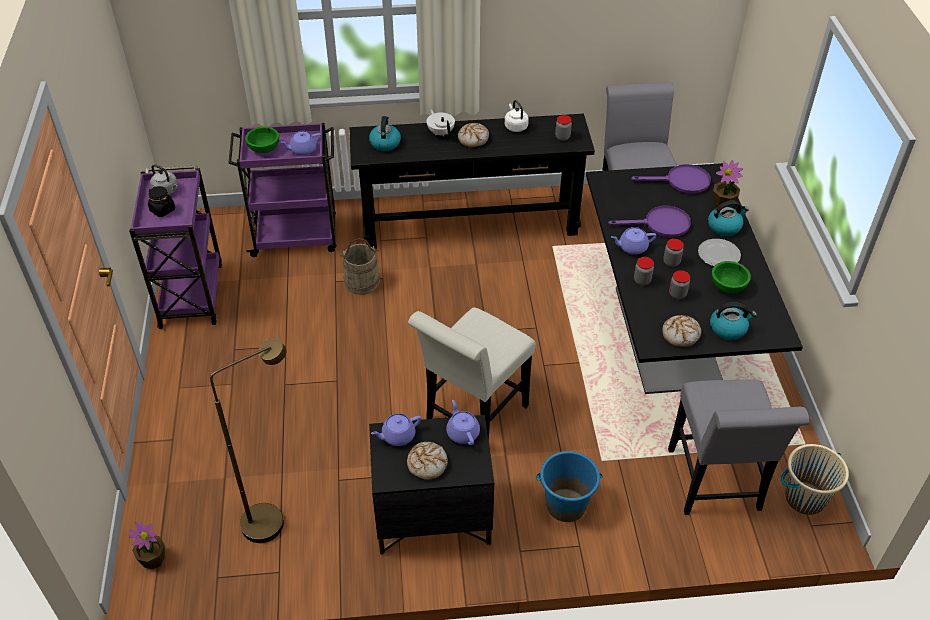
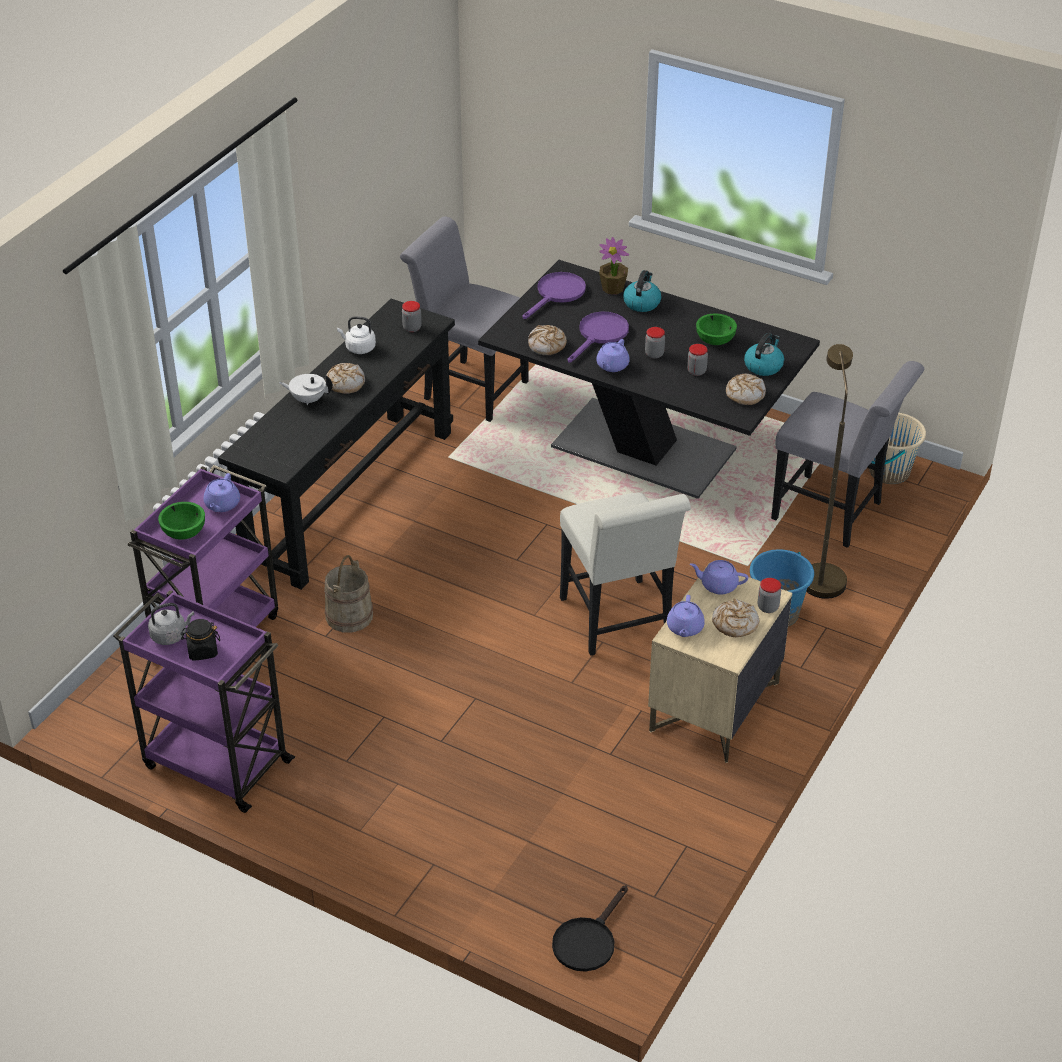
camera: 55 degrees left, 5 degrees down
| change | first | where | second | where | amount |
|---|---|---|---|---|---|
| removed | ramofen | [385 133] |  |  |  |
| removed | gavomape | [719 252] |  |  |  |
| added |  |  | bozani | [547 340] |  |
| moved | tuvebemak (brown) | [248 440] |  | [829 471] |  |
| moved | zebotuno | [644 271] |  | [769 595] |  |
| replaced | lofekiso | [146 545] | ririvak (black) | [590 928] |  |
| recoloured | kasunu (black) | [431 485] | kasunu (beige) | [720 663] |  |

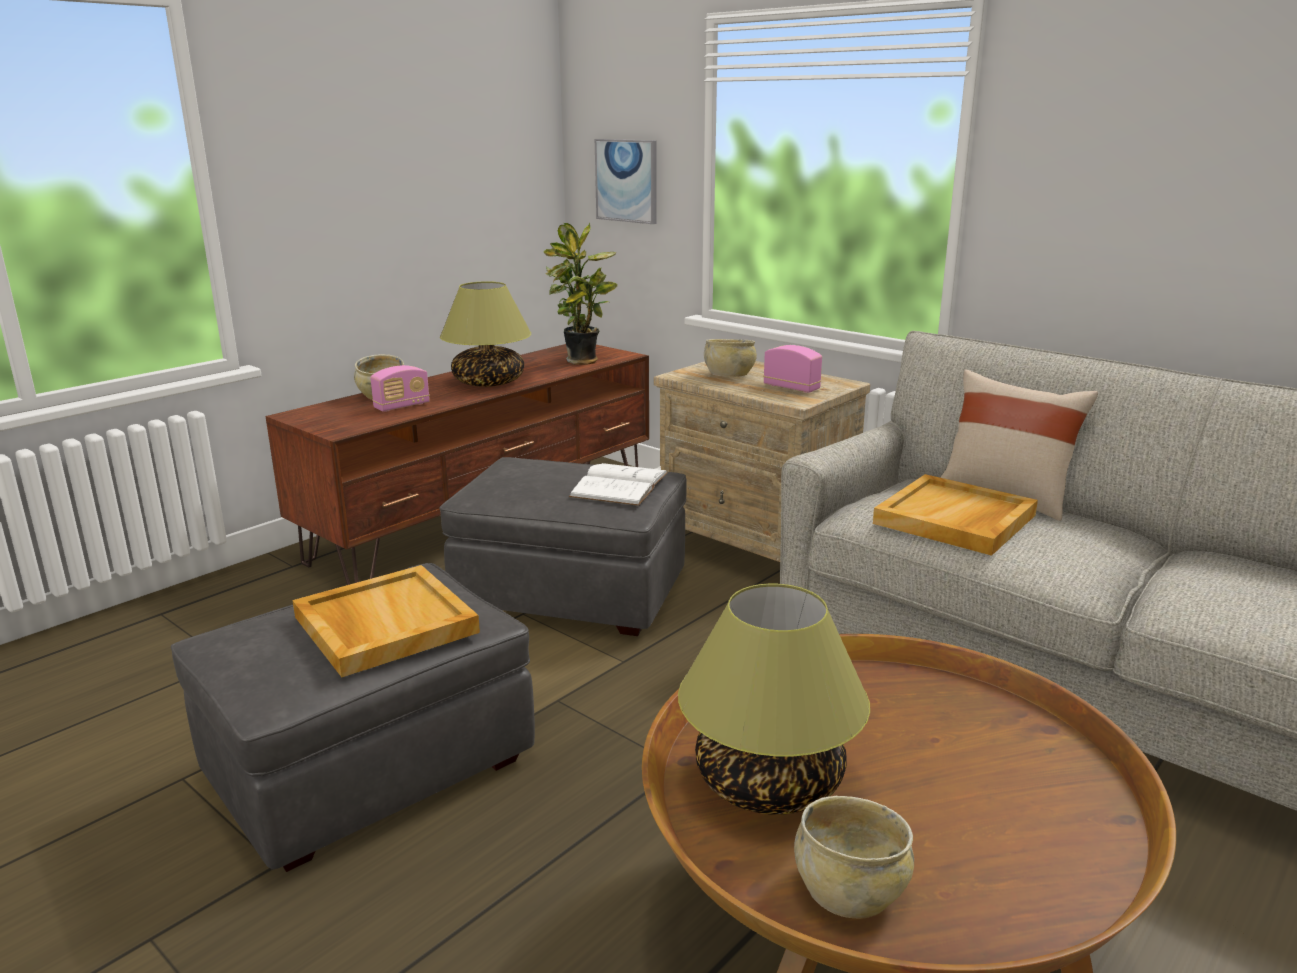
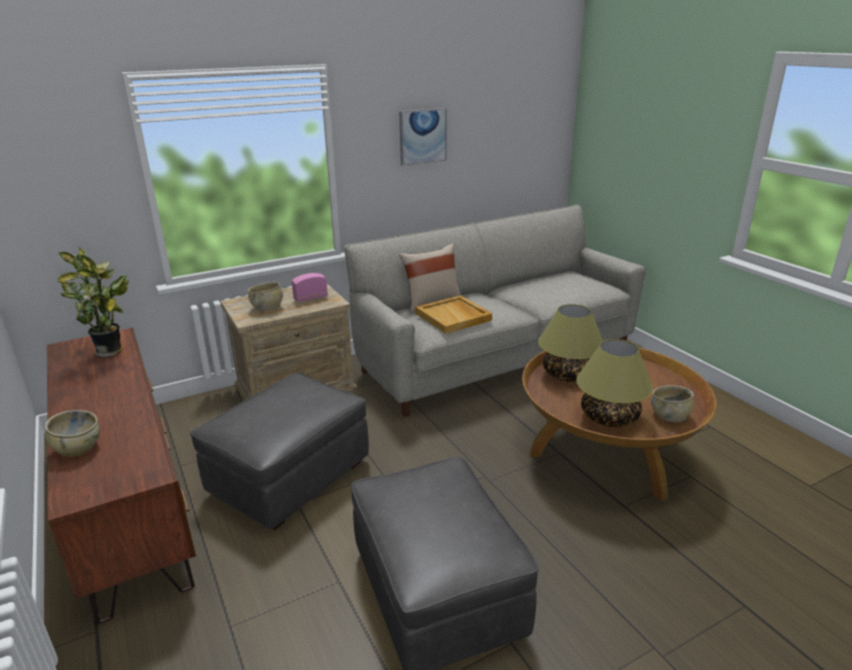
camera: 70 degrees left, 5 degrees up
| change | first | where | second | where | amount |
|---|---|---|---|---|---|
| removed | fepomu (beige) | [386 621] |  |  |  |
| removed | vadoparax | [400 388] |  |  |  |
| removed | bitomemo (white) | [618 484] |  |  |  |
| moved | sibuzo | [485 334] |  | [570 343] |  |
| moved | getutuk | [626 181] |  | [423 137] |  |

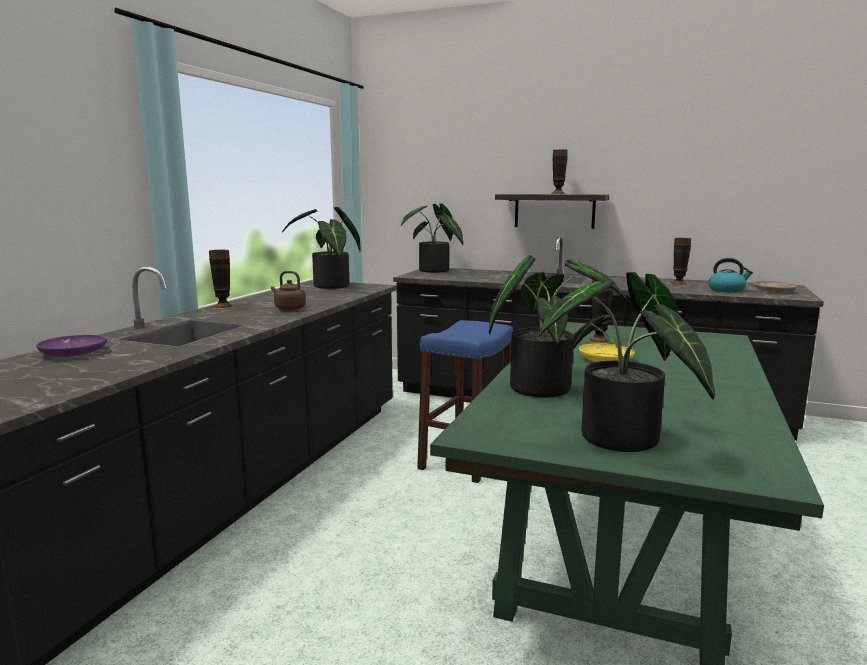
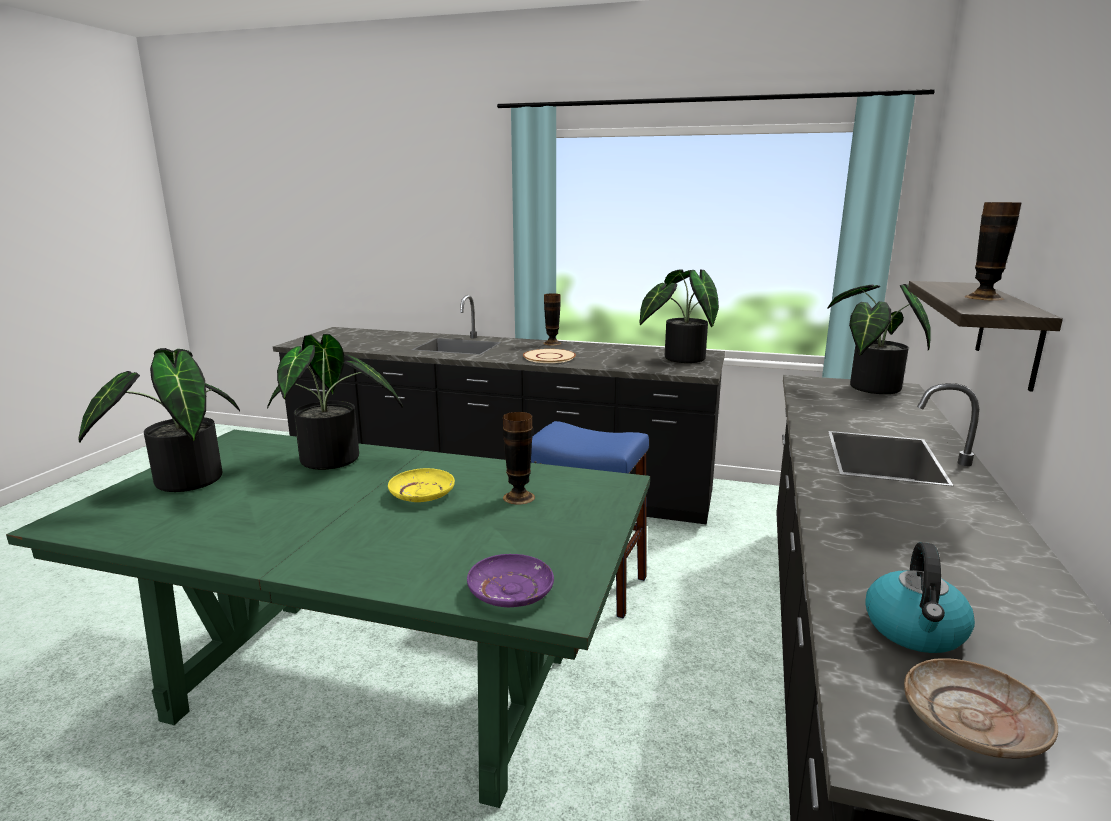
camera: 85 degrees right, 5 degrees up
| change | first | where | second | where | amount |
|---|---|---|---|---|---|
| removed | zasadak | [680 262] |  |  |  |
| moved | gavomape (purple) | [71 346] |  | [510 580] |  |
| replaced | ramofen (brown) | [288 290] | gavomape (beige) | [549 356] |  |

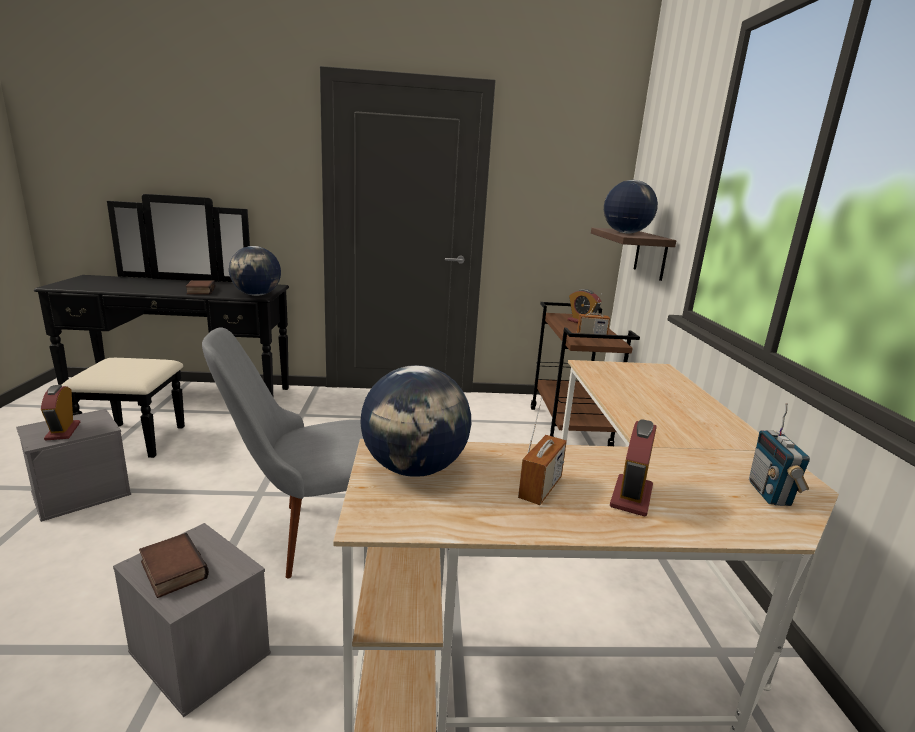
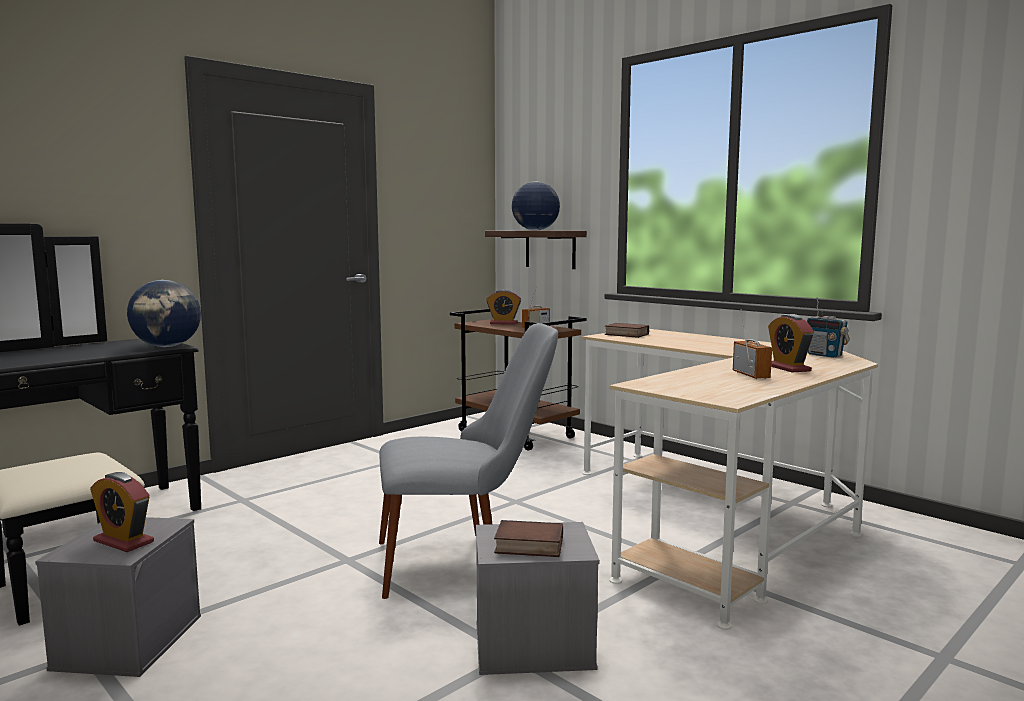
camera: 40 degrees left, 10 degrees down
| change | first | where | second | where | amount |
|---|---|---|---|---|---|
| removed | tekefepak | [415 421] |  |  |  |
| moved | bitomemo | [200 287] |  | [626 330] |  |
| turned | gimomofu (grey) | [282 452] |  | [468 461] | 135 degrees counterclockwise |

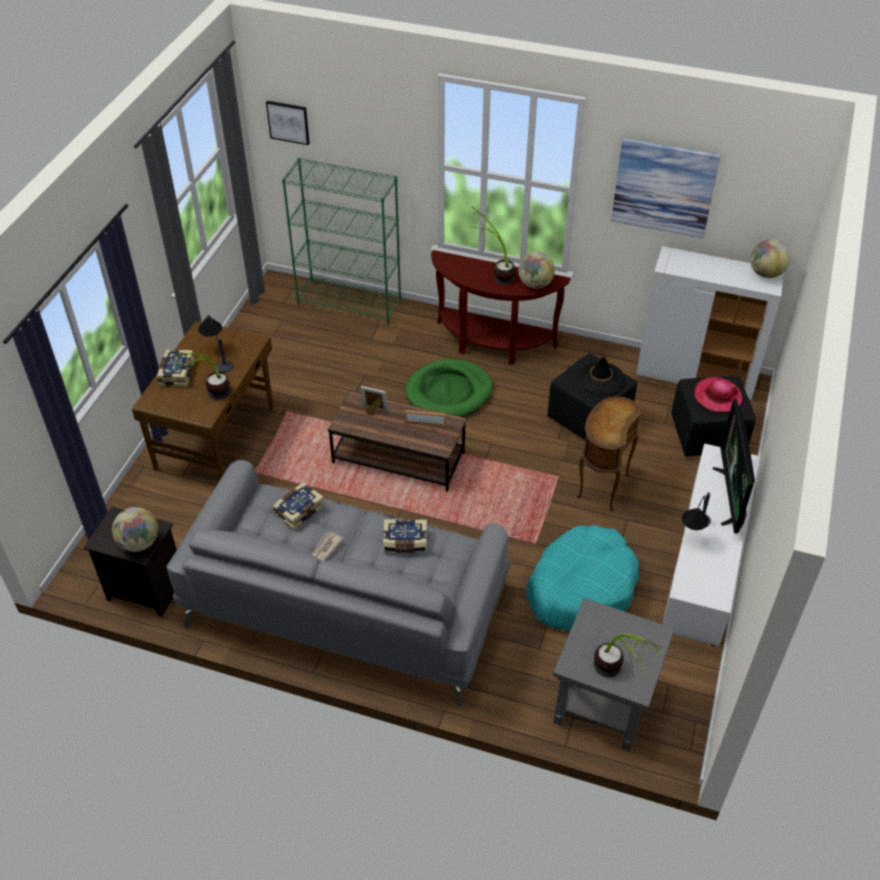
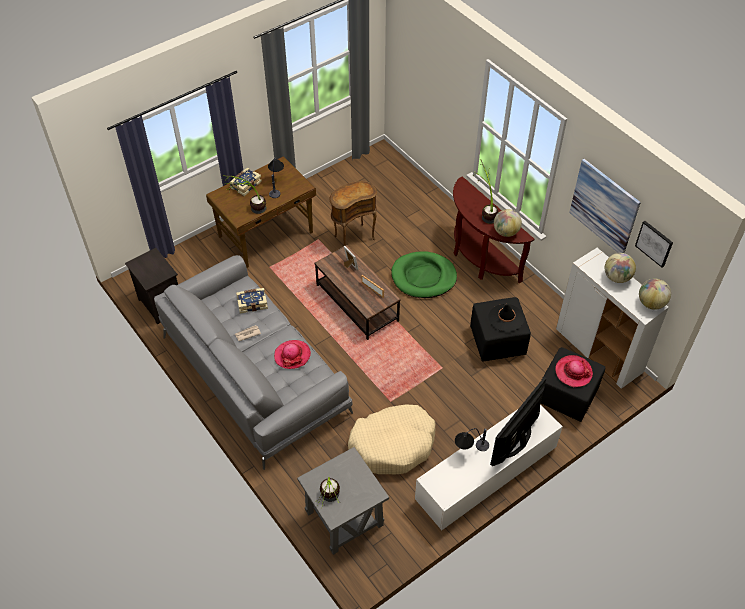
camera: 35 degrees right, 5 degrees up
| change | first | where | second | where | amount |
|---|---|---|---|---|---|
| removed | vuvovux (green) | [341 241] |  |  |  |
| moved | tekefepak | [135 529] |  | [620 268] |  |
| moved | getutuk | [288 123] |  | [654 244] |  |
| moved | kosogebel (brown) | [609 454] |  | [353 213] |  |
| replaced | bitomemo | [405 536] | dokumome | [292 354] |  |
| recoloured | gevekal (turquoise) | [582 578] | gevekal (beige) | [392 439] |  |

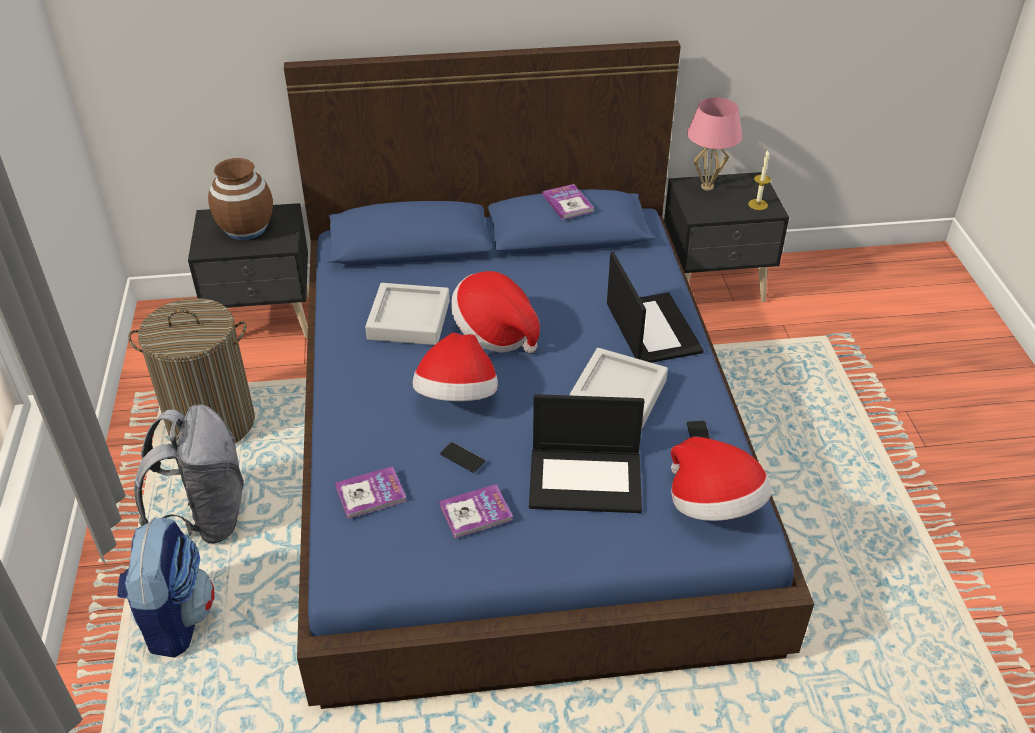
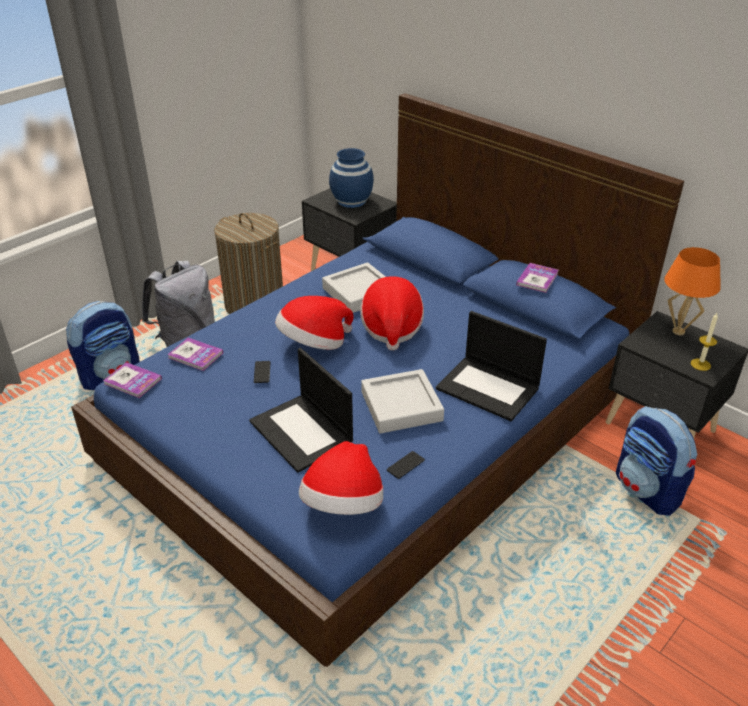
camera: 50 degrees right, 5 degrees down
| change | first | where | second | where | amount |
|---|---|---|---|---|---|
| added |  |  | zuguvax | [656 461] |  |
| moved | bitomemo | [476 511] |  | [132 380] |  |
| recoloured | zasadak (brown) | [240 199] | zasadak (blue) | [351 178] |  |
| recoloured | sibuzo (pink) | [714 144] | sibuzo (orange) | [692 291] |  |
| turned | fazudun | [655 307] |  | [491 366] | 90 degrees clockwise |

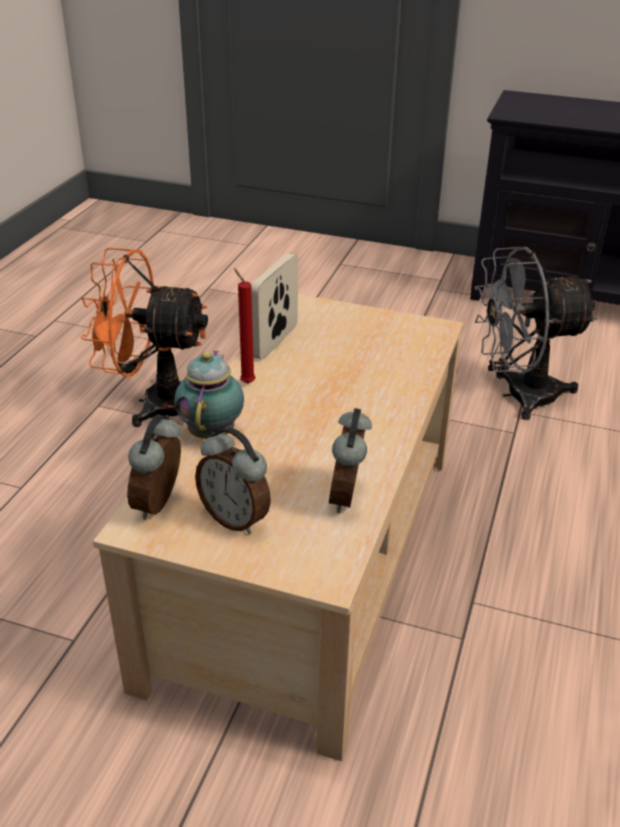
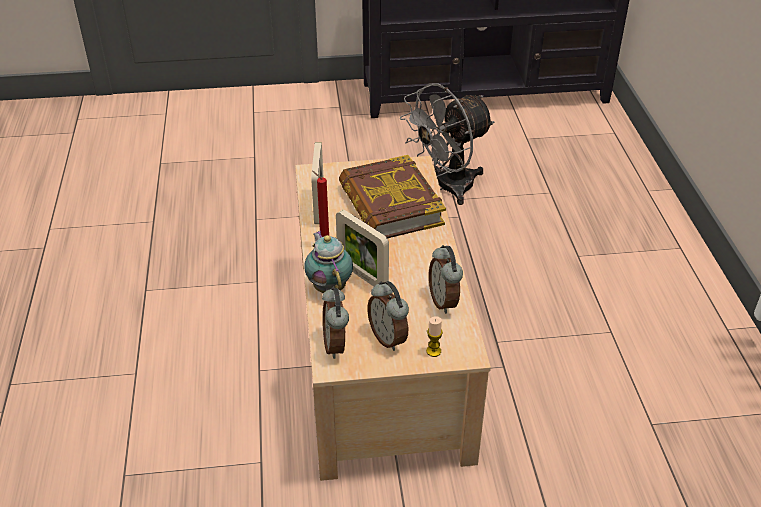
camera: 25 degrees left, 5 degrees up
| change | first | where | second | where | amount |
|---|---|---|---|---|---|
| removed | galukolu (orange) | [144 337] |  |  |  |
| added |  |  | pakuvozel | [362 248] |  |
| added |  |  | bitomemo | [392 196] |  |
| added |  |  | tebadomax | [434 336] |  |
| turned | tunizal | [233 481] |  | [388 316] | 45 degrees clockwise |

